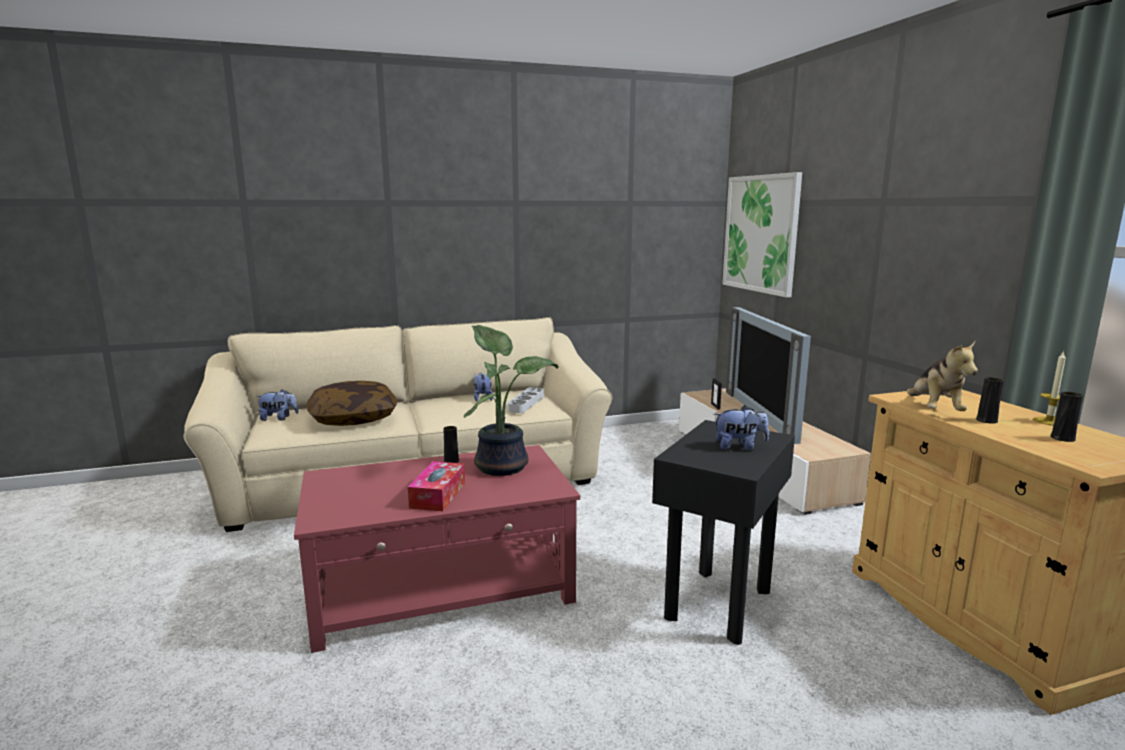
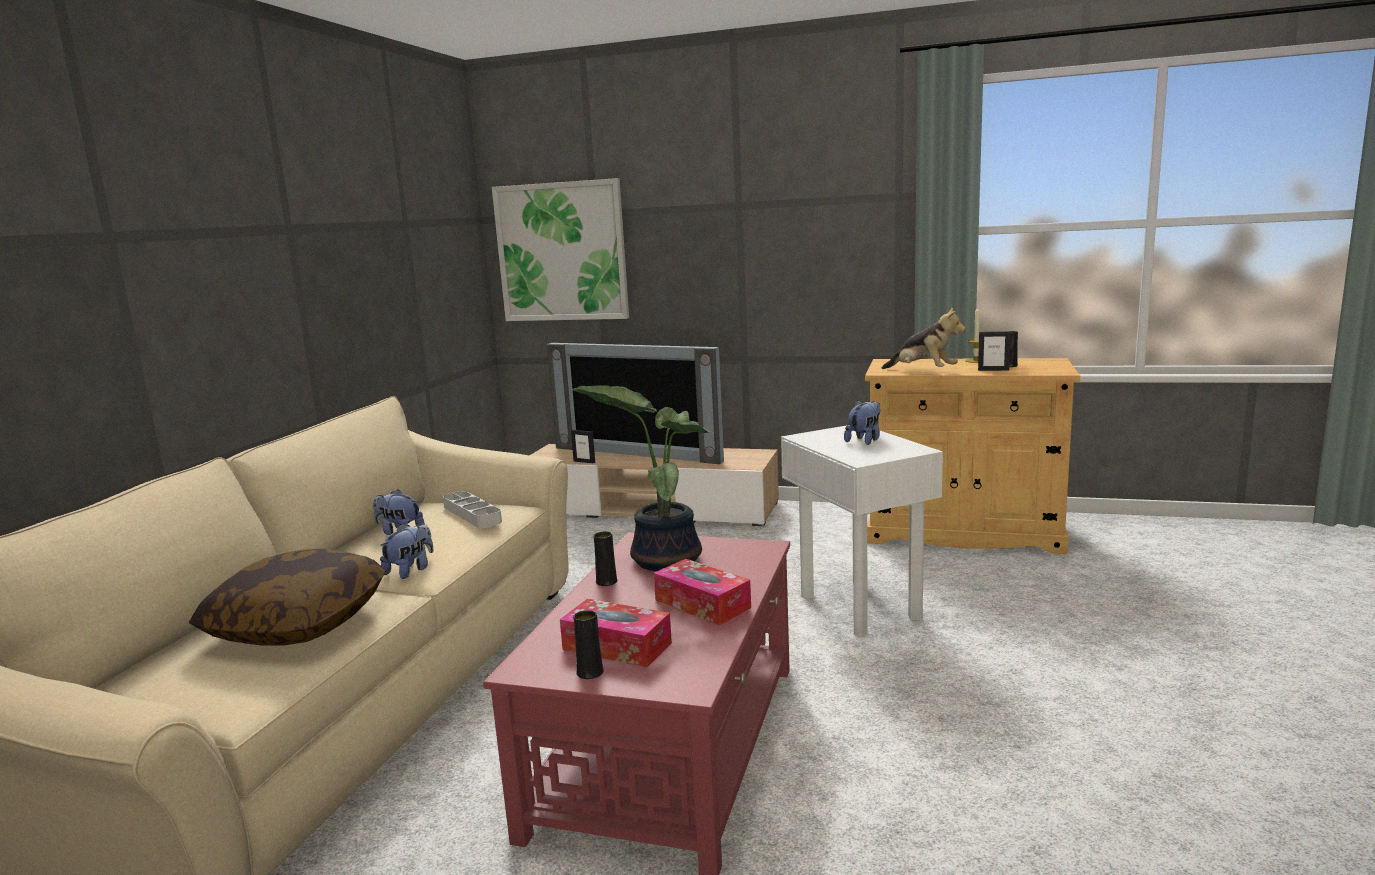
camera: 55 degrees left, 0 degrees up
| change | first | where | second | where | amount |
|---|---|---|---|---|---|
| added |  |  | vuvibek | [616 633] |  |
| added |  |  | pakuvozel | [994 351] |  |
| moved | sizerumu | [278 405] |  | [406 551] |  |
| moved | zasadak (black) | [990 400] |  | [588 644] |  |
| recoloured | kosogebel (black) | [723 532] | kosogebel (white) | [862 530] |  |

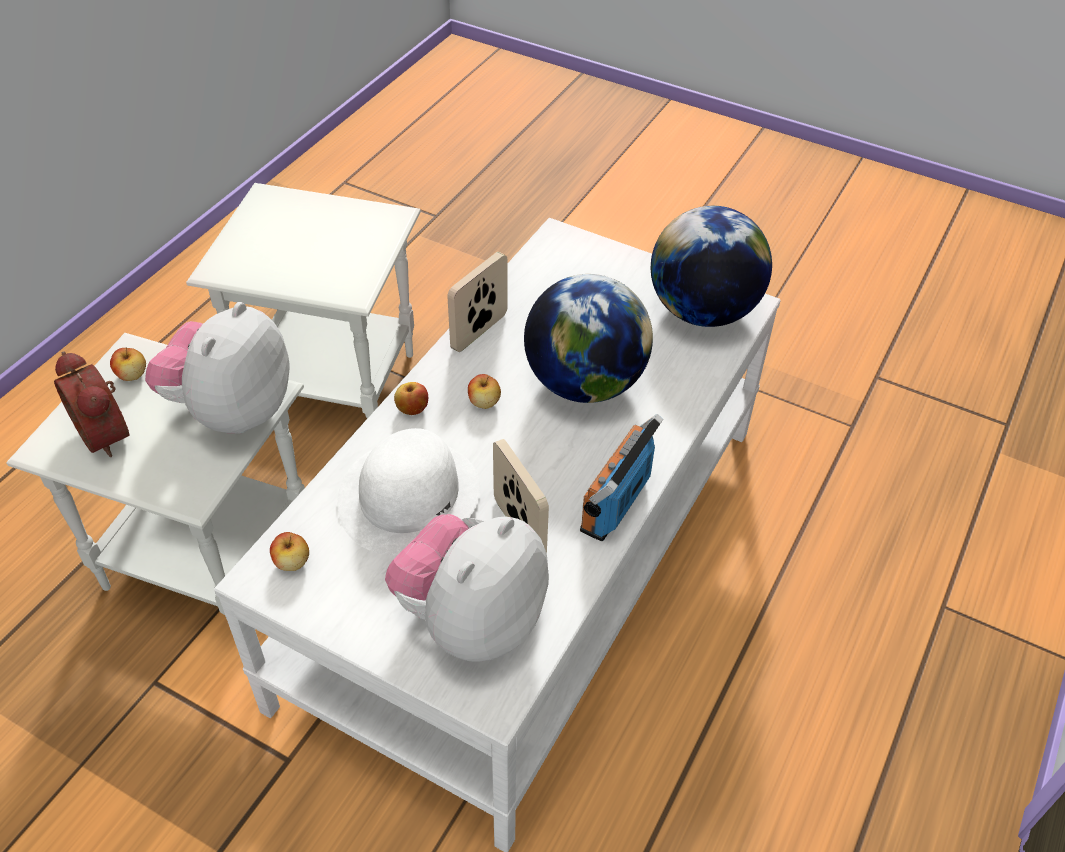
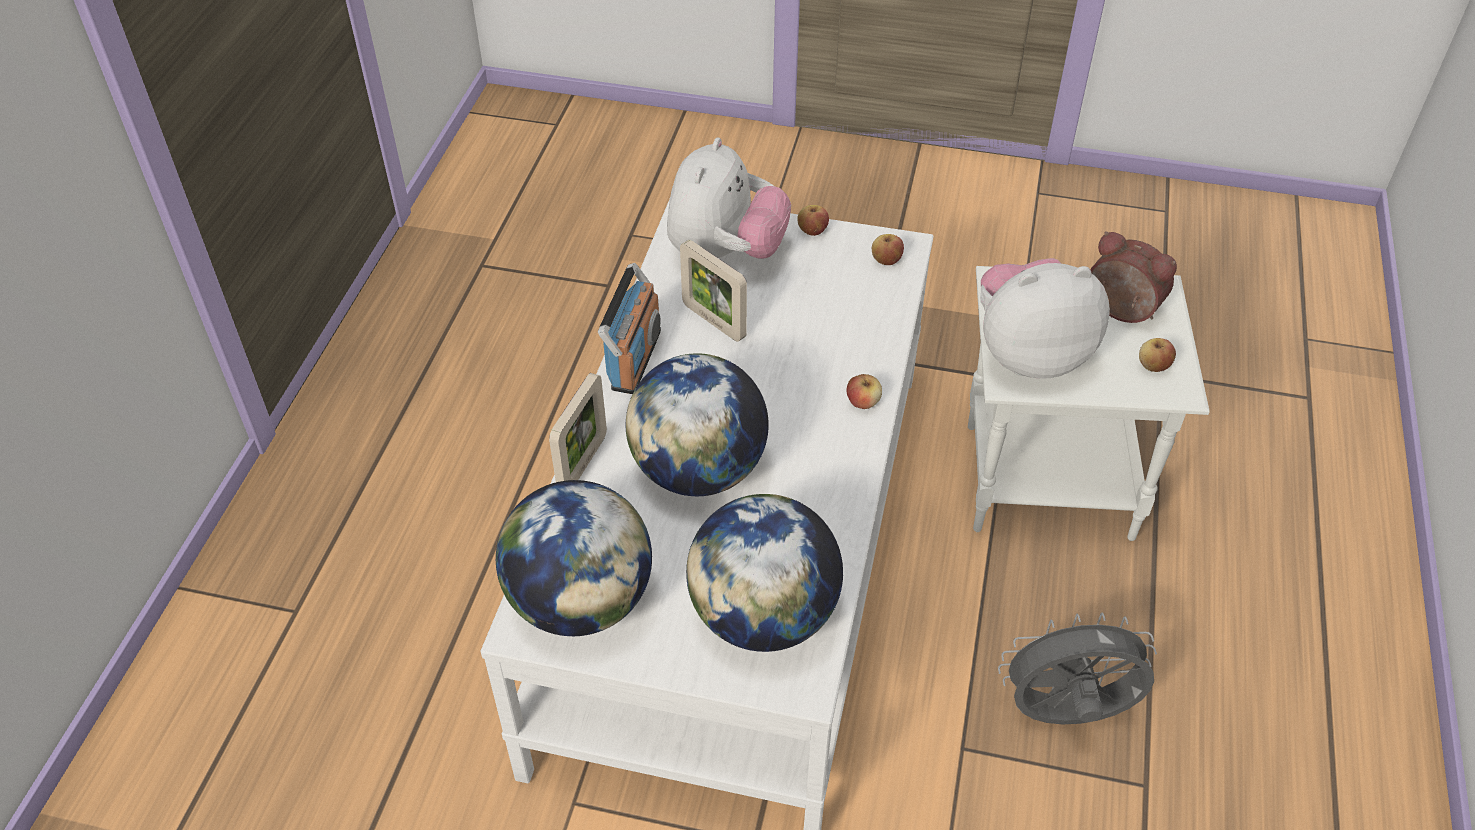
camera: 165 degrees right, 0 degrees up
| change | first | where | second | where | amount |
|---|---|---|---|---|---|
| removed | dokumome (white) | [409 491] |  |  |  |
| added |  |  | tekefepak | [764 573] |  |
| moved | pakuvozel | [477 302] |  | [578 427] |  |
| moved | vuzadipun | [484 391] |  | [813 220] |  |
| replaced | kosogebel (white) | [303 301] | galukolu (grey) | [1077 668] |  |
| turned | sizerumu | [217 368] |  | [1045 318] | 105 degrees counterclockwise |

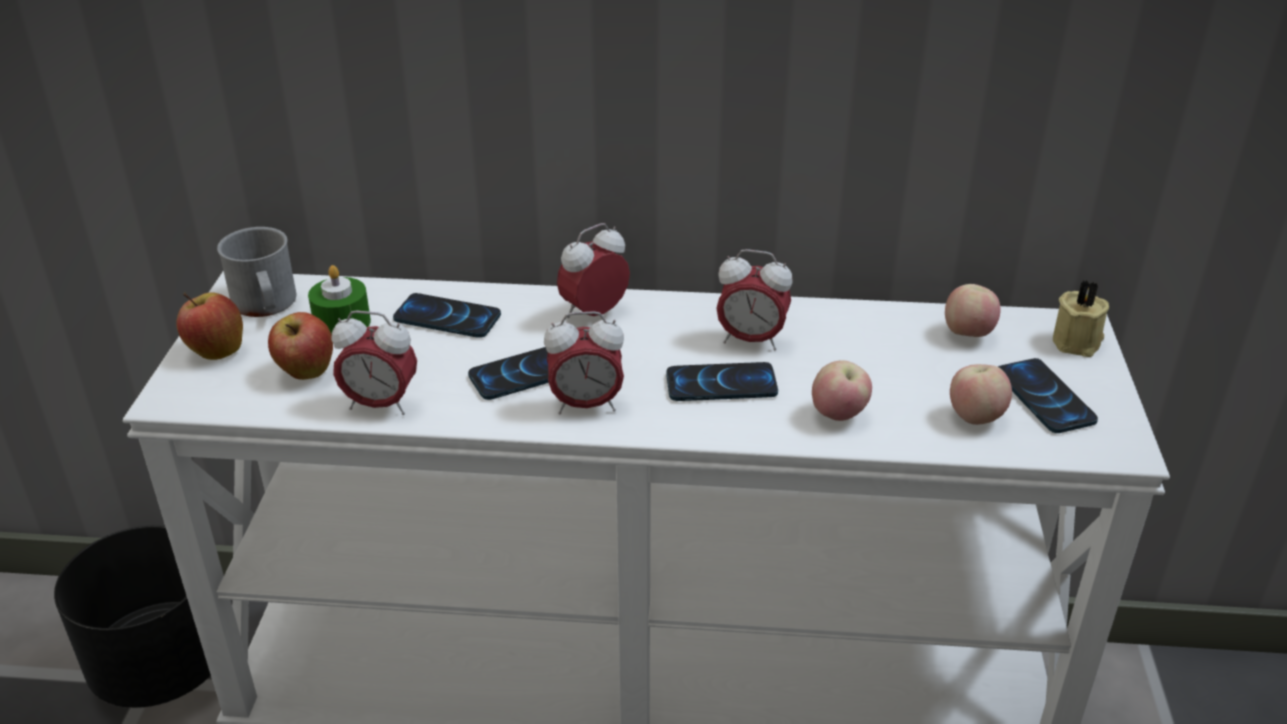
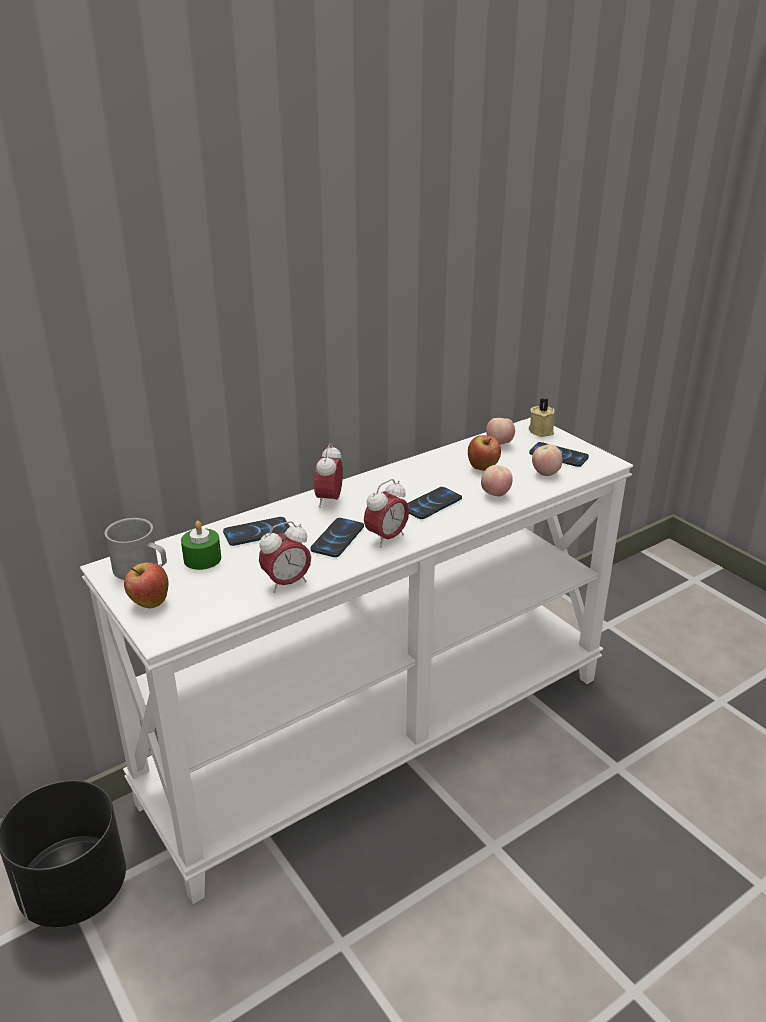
camera: 40 degrees left, 5 degrees down
| change | first | where | second | where | amount |
|---|---|---|---|---|---|
| removed | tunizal | [754 299] |  |  |  |
| moved | vuzadipun | [300 346] |  | [484 453] |  |

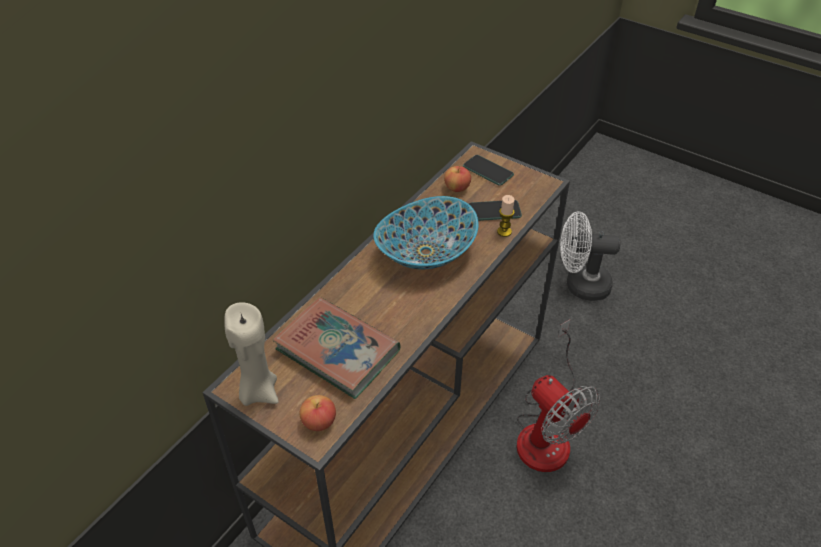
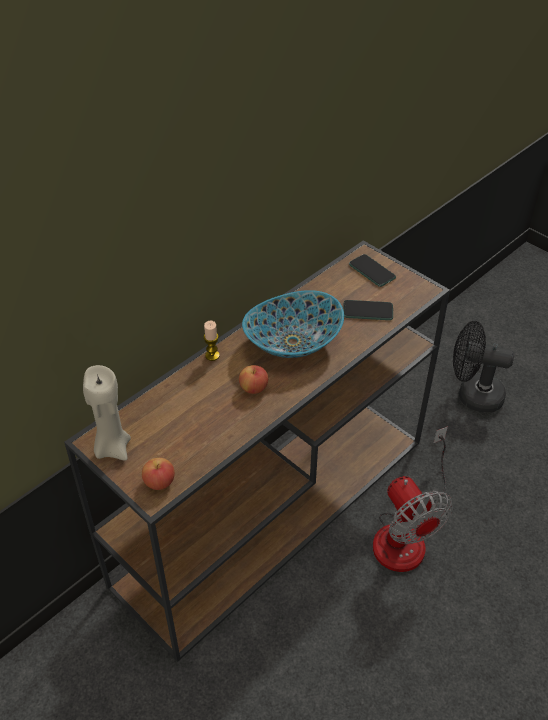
camera: 10 degrees right, 0 degrees up
| change | first | where | second | where | amount |
|---|---|---|---|---|---|
| removed | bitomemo | [336 348] |  |  |  |
| moved | vuzadipun | [457 179] |  | [253 379] |  |
| moved | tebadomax | [506 216] |  | [211 341] |  |
| recoloured | galukolu (white) | [590 256] | galukolu (black) | [483 367] |  |

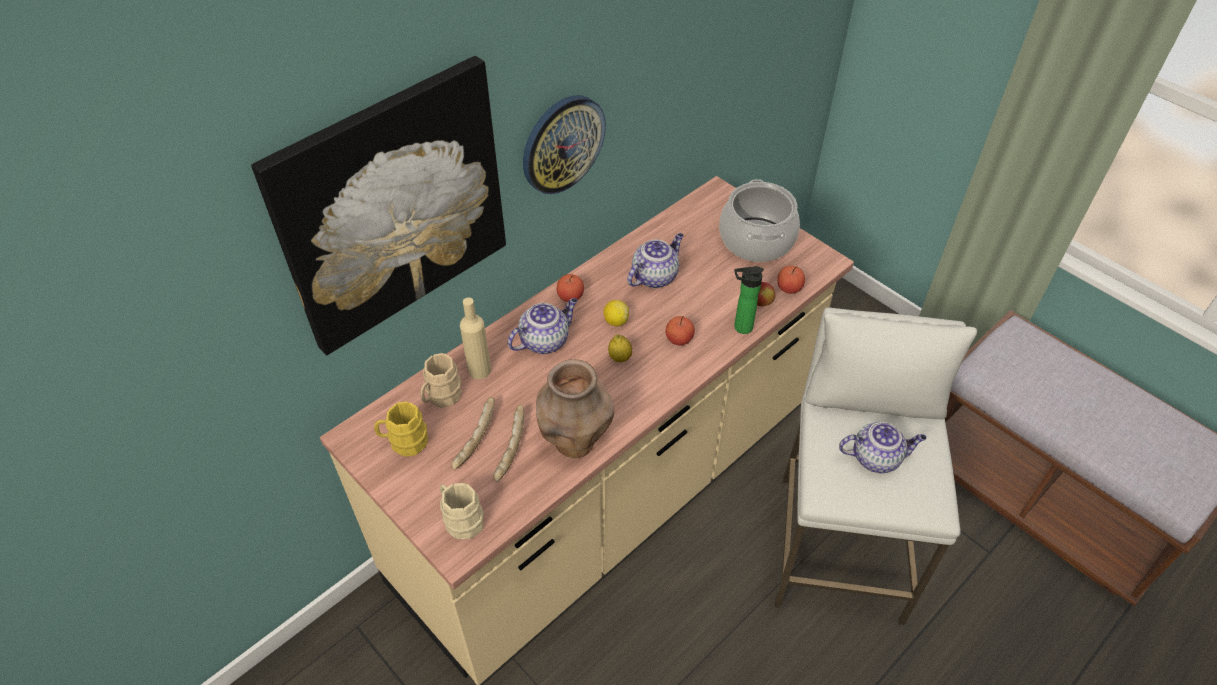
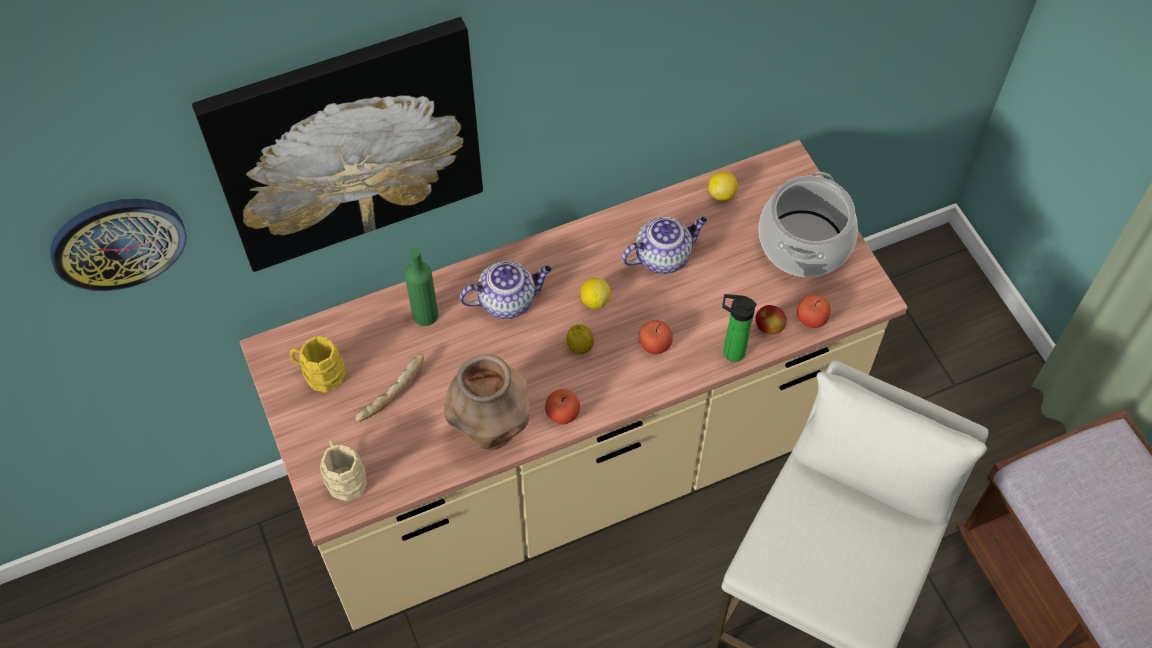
camera: 20 degrees right, 10 degrees up
| change | first | where | second | where | amount |
|---|---|---|---|---|---|
| removed | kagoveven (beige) | [440 380] |  |  |  |
| removed | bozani | [509 443] |  |  |  |
| removed | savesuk | [883 447] |  |  |  |
| added |  |  | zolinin | [723 186] |  |
| moved | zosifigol | [564 144] |  | [118 244] |  |
| moved | vuzadipun | [570 288] |  | [562 406] |  |
| recoloured | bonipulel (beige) | [475 338] | bonipulel (green) | [422 287] |  |

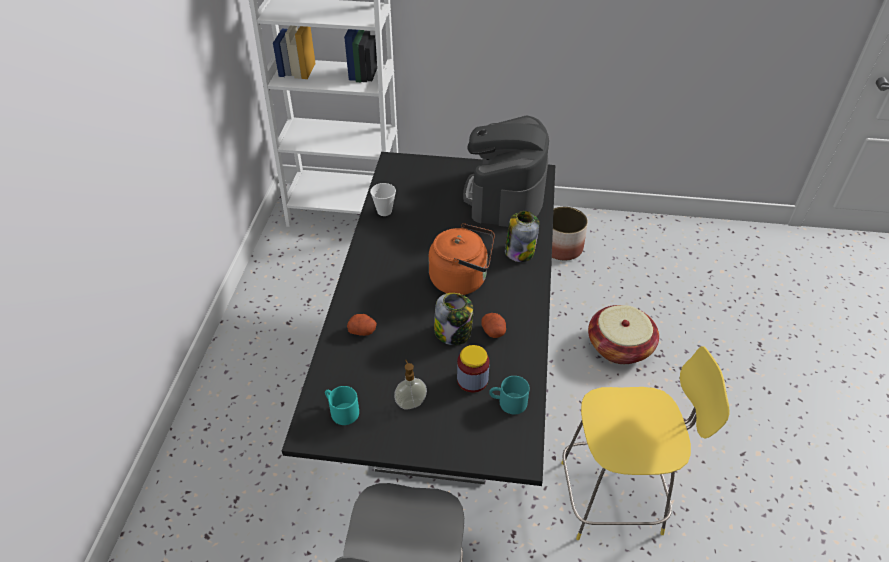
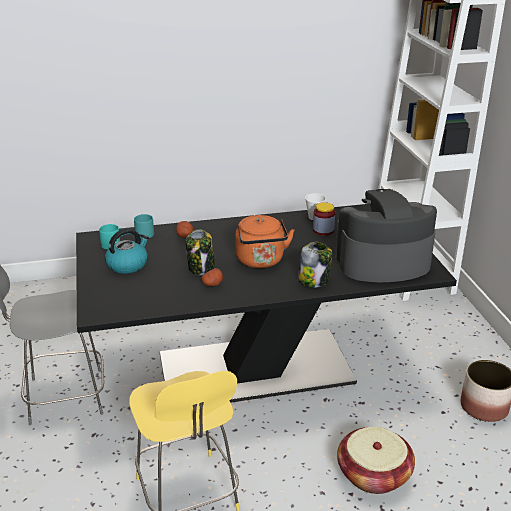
camera: 70 degrees right, 15 degrees down
| change | first | where | second | where | amount |
|---|---|---|---|---|---|
| moved | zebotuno | [473 368] |  | [324 219] |  |
| moved | kagoveven (turquoise) | [509 395] |  | [144 226] |  |
| replaced | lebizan | [410 385] | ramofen | [127 251] |  |

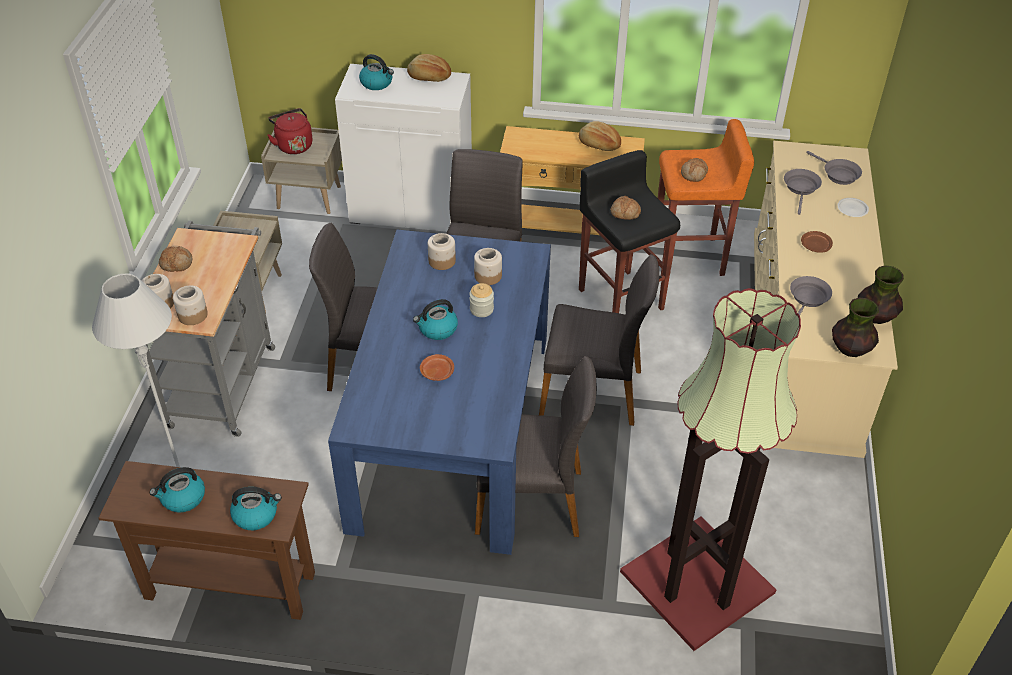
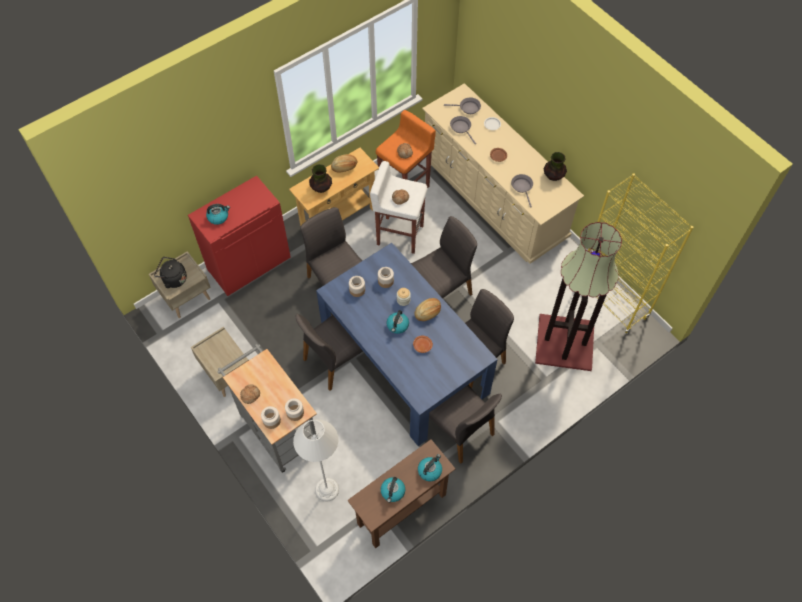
camera: 45 degrees left, 15 degrees up
| change | first | where | second | where | amount |
|---|---|---|---|---|---|
| added |  |  | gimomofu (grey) | [465 424] |  |
| added |  |  | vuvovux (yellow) | [641 253] |  |
| moved | bozani | [429 68] |  | [428 309] |  |
| moved | zasadak | [855 327] |  | [320 178] |  |
| recoloured | ramofen (red) | [290 131] | ramofen (black) | [170 272] |  |
| recoloured | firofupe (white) | [403 148] | firofupe (red) | [239 235] |  |
| recoloured | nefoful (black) | [629 231] | nefoful (white) | [398 207] |  |

